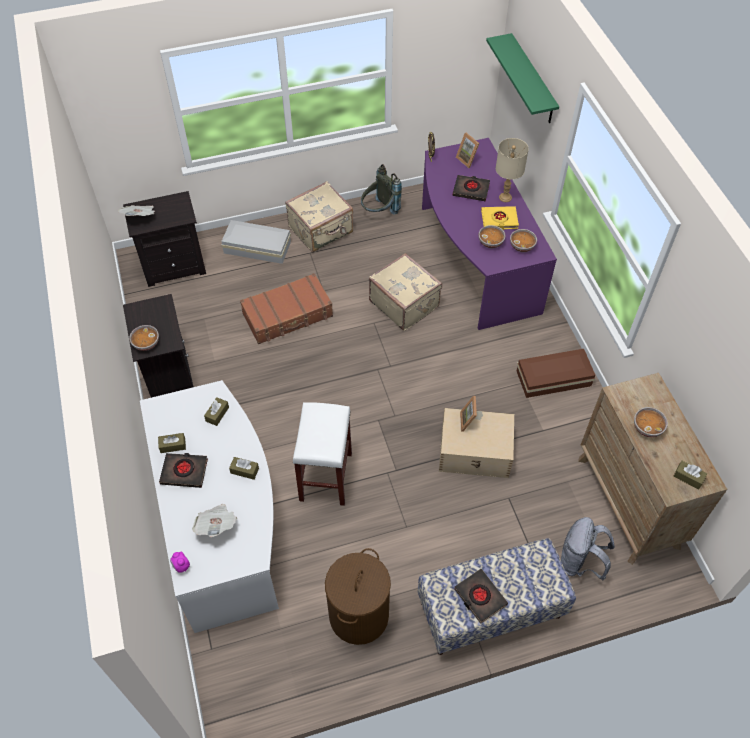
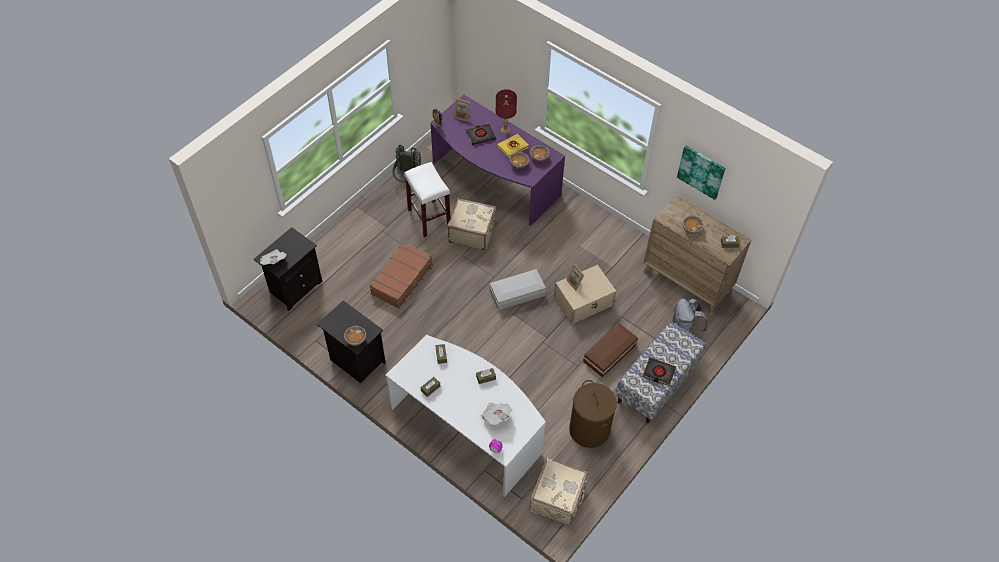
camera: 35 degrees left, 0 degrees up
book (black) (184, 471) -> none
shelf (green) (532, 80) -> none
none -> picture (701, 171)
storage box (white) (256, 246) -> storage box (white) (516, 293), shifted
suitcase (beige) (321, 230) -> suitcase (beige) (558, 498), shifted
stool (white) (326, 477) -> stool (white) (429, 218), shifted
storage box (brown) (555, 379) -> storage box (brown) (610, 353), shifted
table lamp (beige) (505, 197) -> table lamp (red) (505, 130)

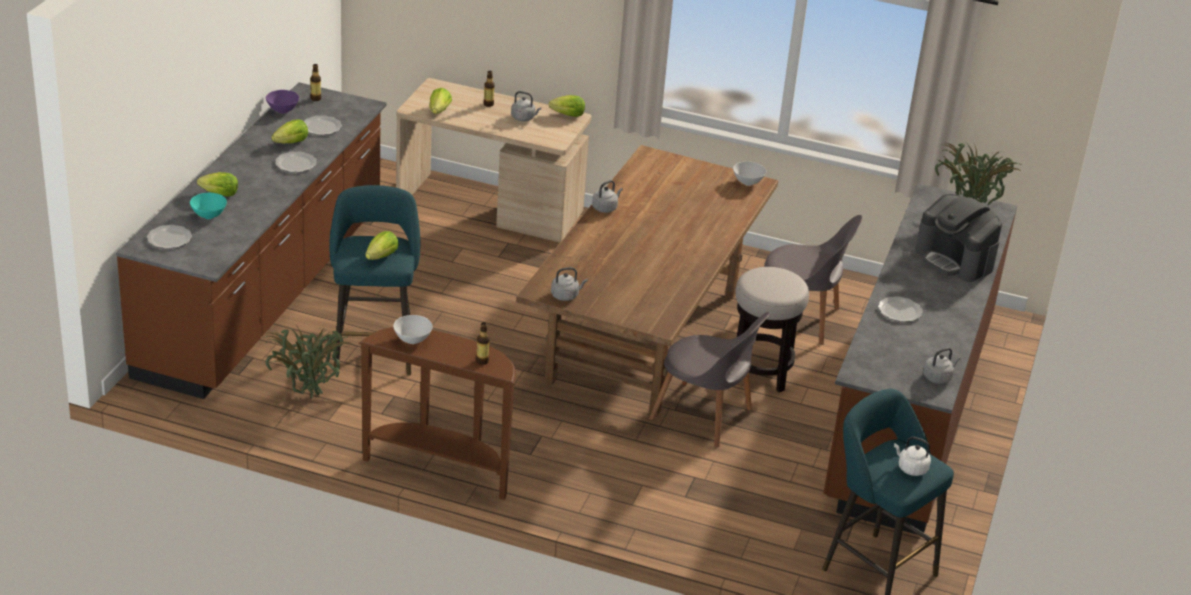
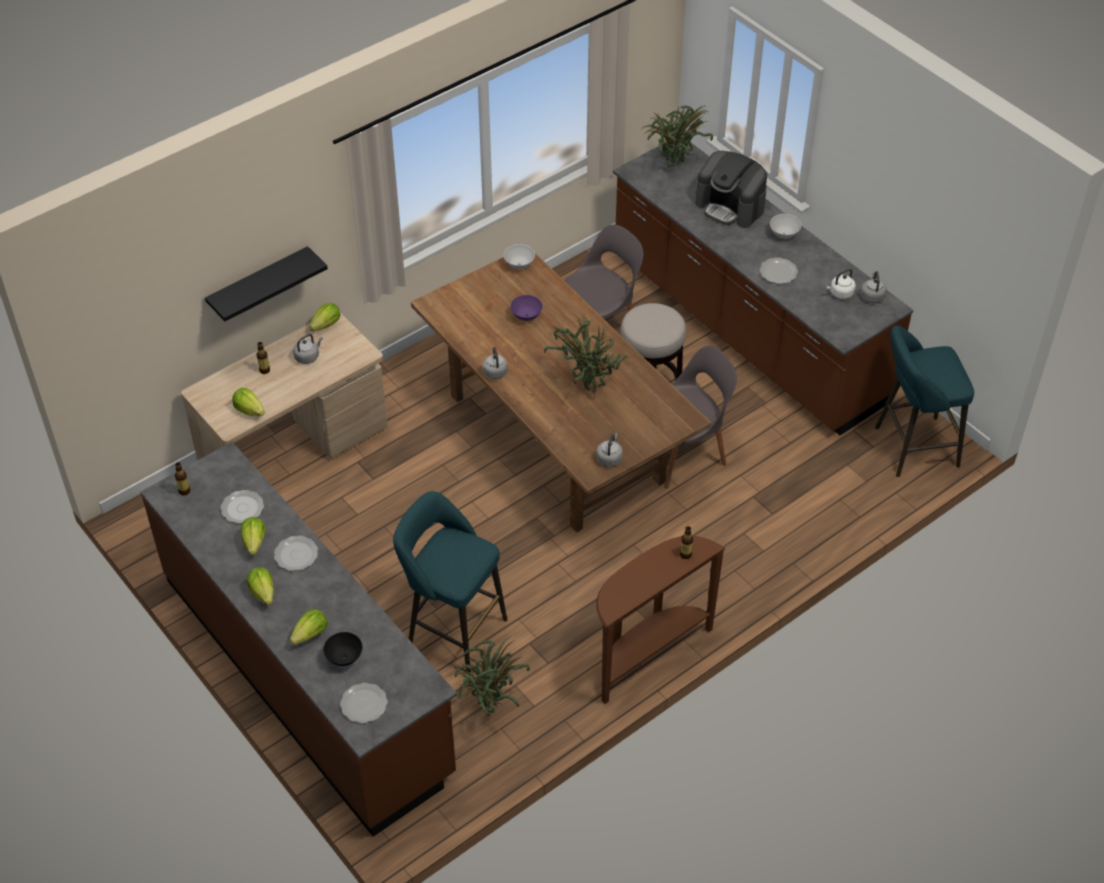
camera: 55 degrees left, 15 degrees up
none -> shelf (black) (259, 285)
none -> potted plant (587, 385)
bowl (purple) (282, 111) -> bowl (purple) (526, 317), shifted
lettuce (382, 256) -> lettuce (263, 592), shifted
bowl (white) (412, 340) -> bowl (white) (783, 235), shifted
kettle (white) (911, 468) -> kettle (white) (840, 293), shifted
bowl (turquoise) (209, 216) -> bowl (black) (344, 657)
coffee machine (955, 259) -> coffee machine (730, 206), 45 degrees clockwise

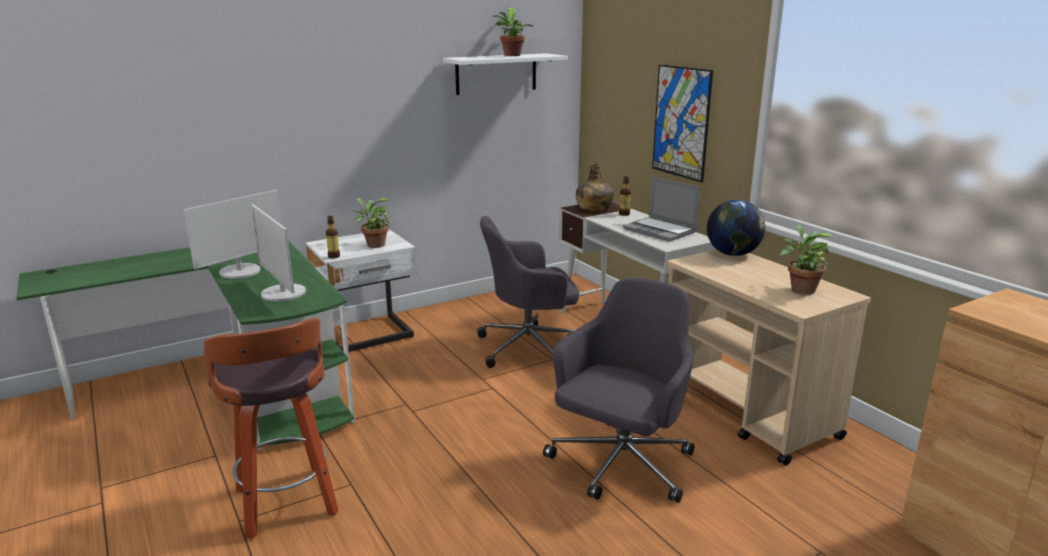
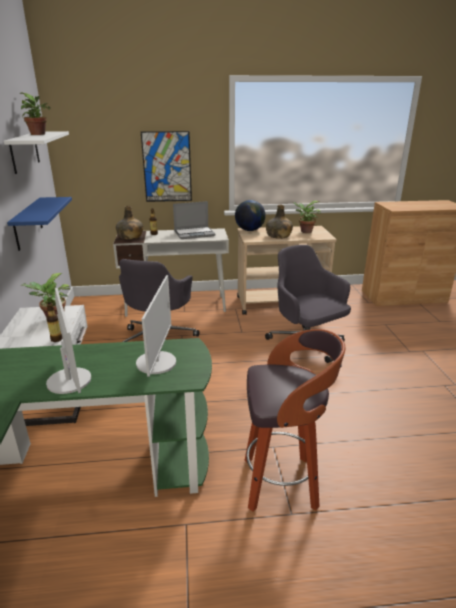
camera: 65 degrees left, 5 degrees up
none -> shelf (blue) (28, 223)
none -> bottle (green) (278, 236)
monitor (283, 293) -> monitor (157, 363), 75 degrees counterclockwise

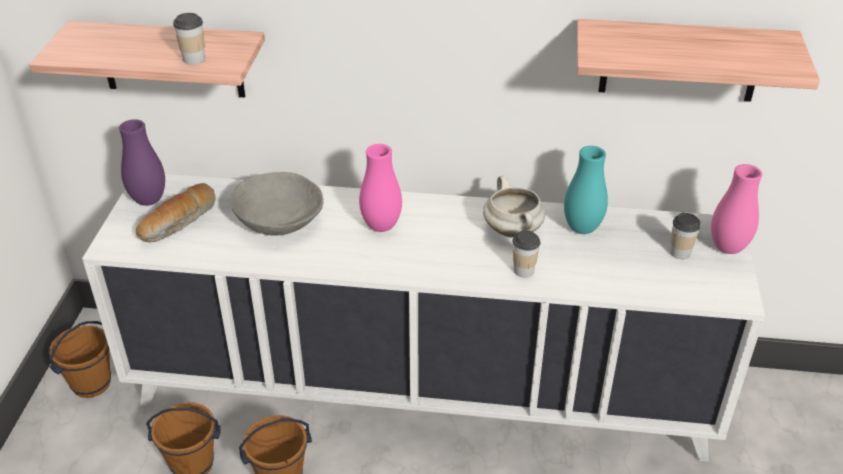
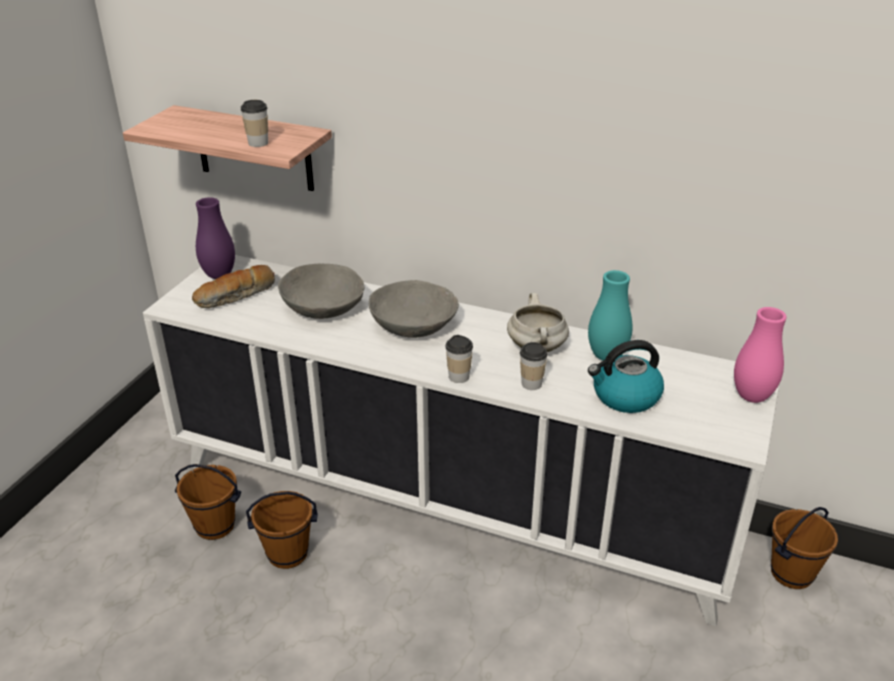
camera: 15 degrees right, 5 degrees down
shelf (680, 60) -> none
none -> kettle (625, 396)
bucket (brown) (91, 383) -> bucket (brown) (791, 573), shifted
cup (680, 252) -> cup (459, 377), shifted
vase (pink) (381, 226) -> bowl (grey) (413, 326)

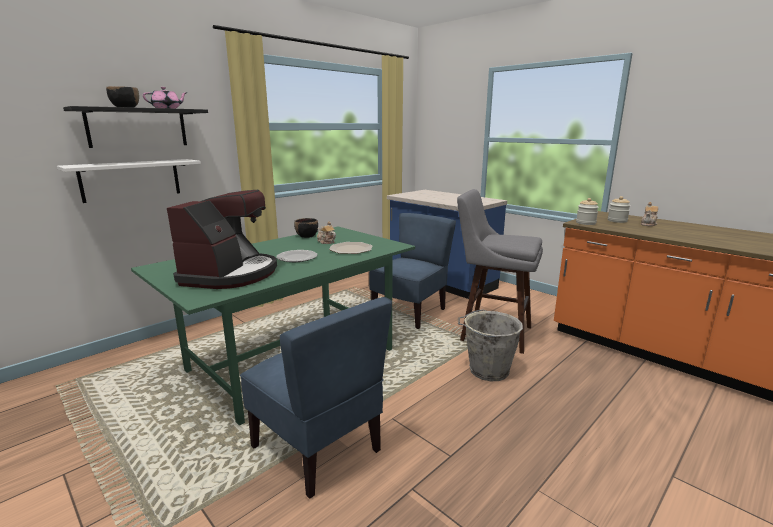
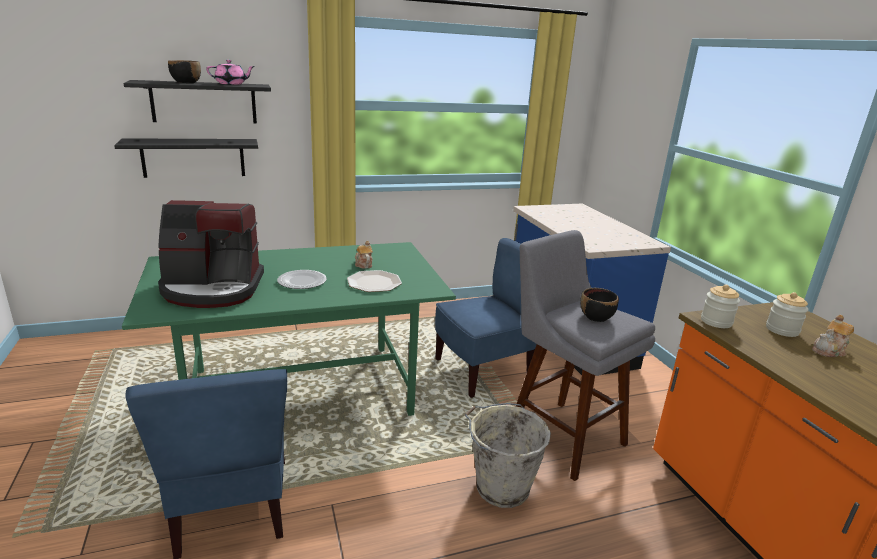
camera: 25 degrees right, 5 degrees up
bowl (black) (307, 236) -> bowl (black) (596, 317), shifted
shelf (white) (131, 180) -> shelf (black) (193, 157)
coffee machine (231, 274) -> coffee machine (213, 289), 45 degrees clockwise

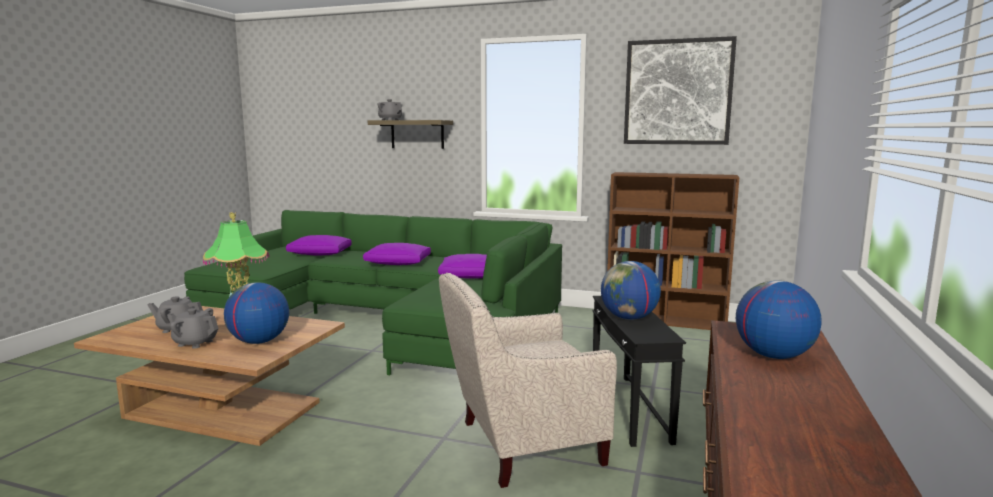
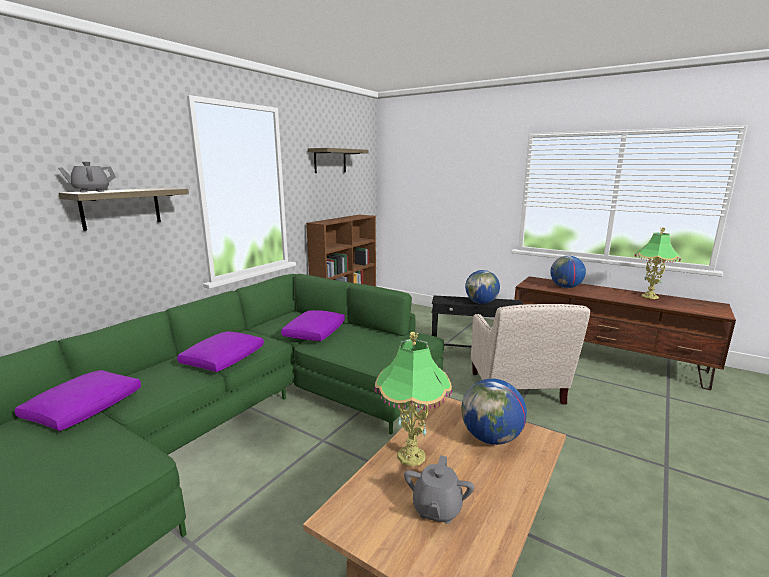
camera: 75 degrees left, 5 degrees up
teapot (grey) (195, 343) -> none
none -> table lamp (649, 296)
picture (677, 92) -> shelf (330, 161)

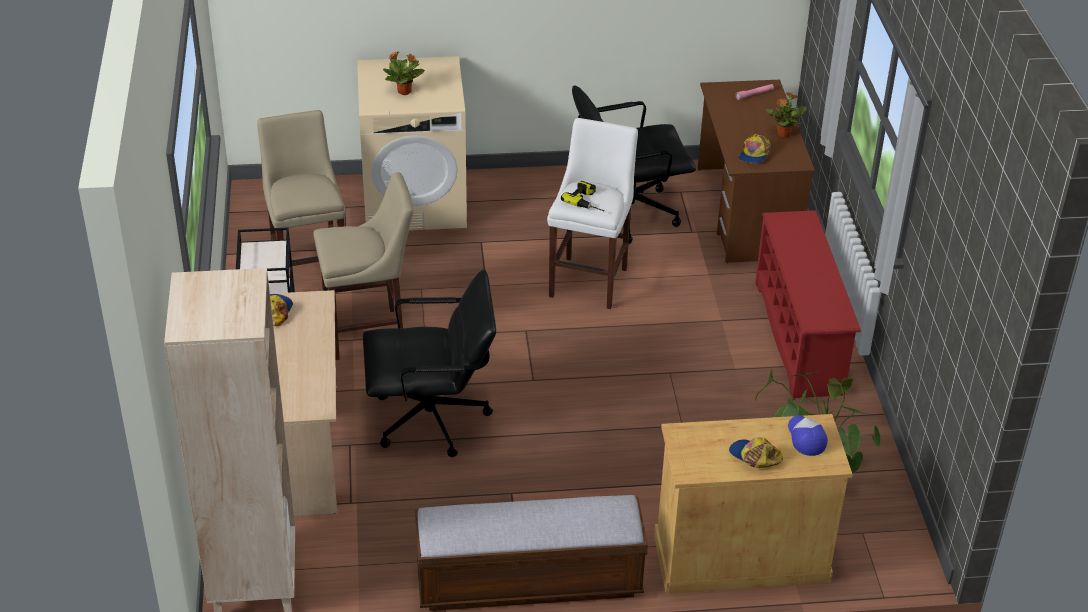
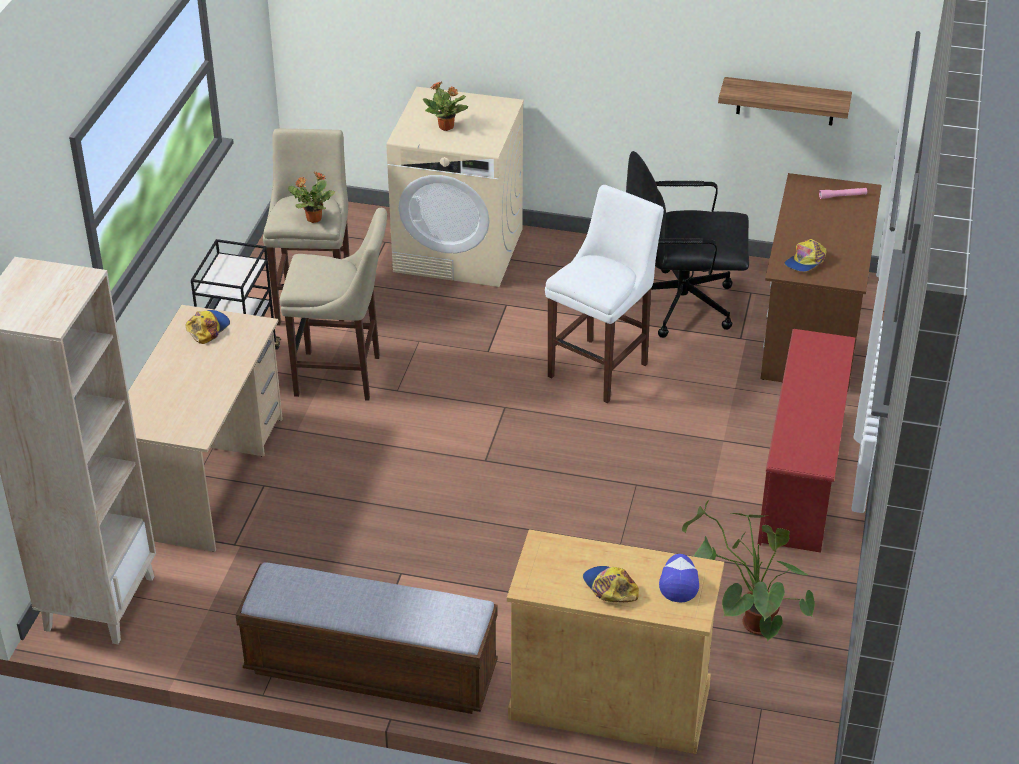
camera: 20 degrees right, 0 degrees up
office chair (black) (432, 420) -> none
power drill (588, 201) -> none
none -> shelf (785, 101)
potted plant (783, 134) -> potted plant (313, 218), shifted

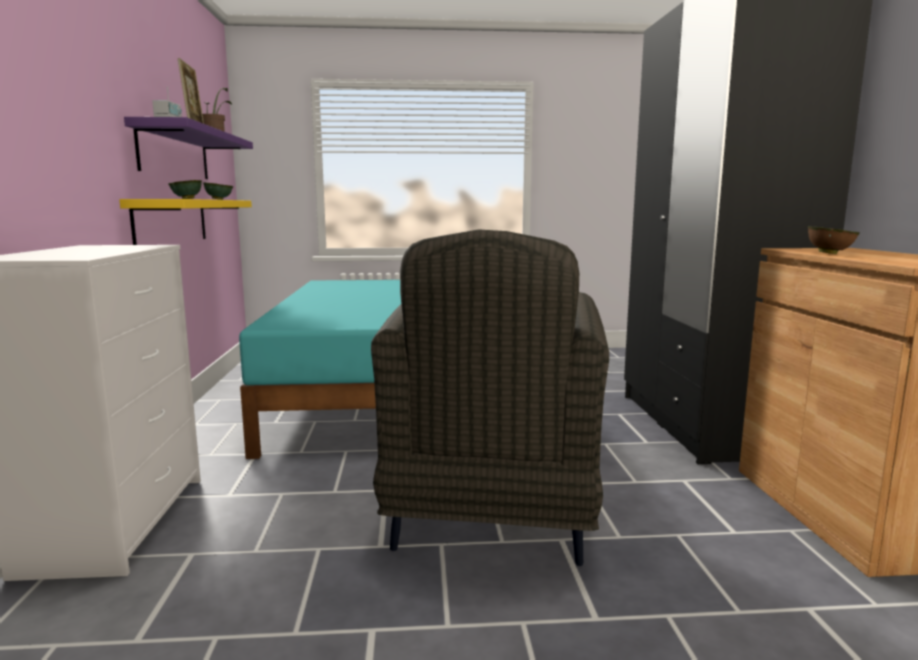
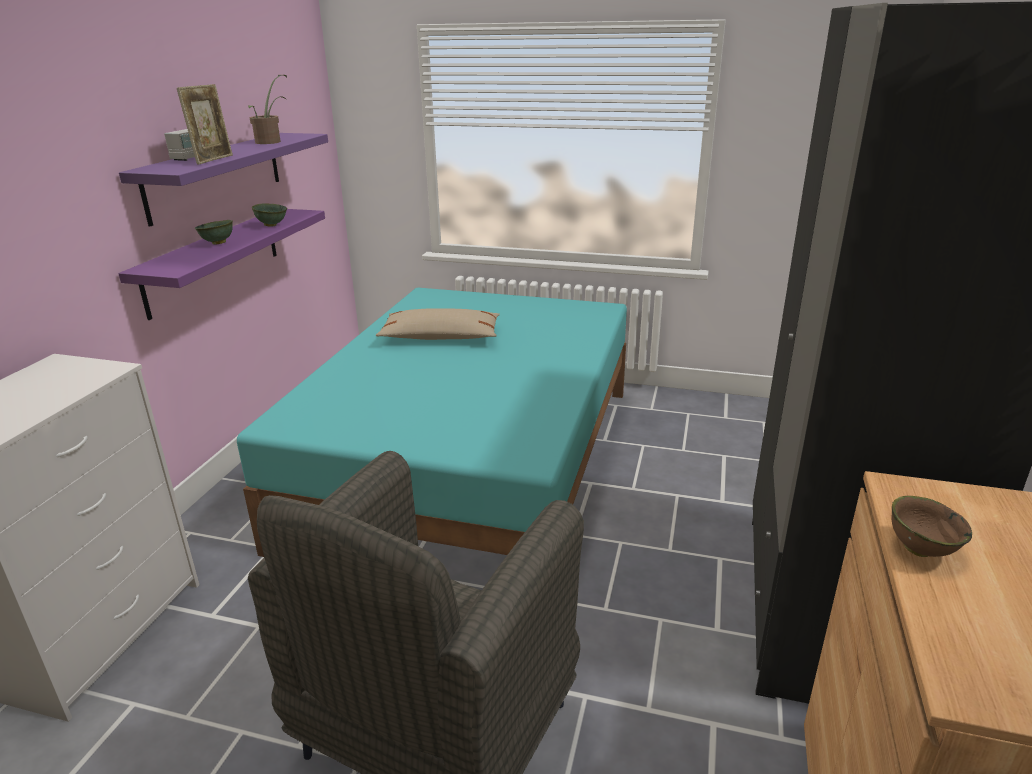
camera: 20 degrees right, 15 degrees up
none -> pillow (beige) (440, 337)
shelf (yellow) (172, 221) -> shelf (purple) (214, 260)

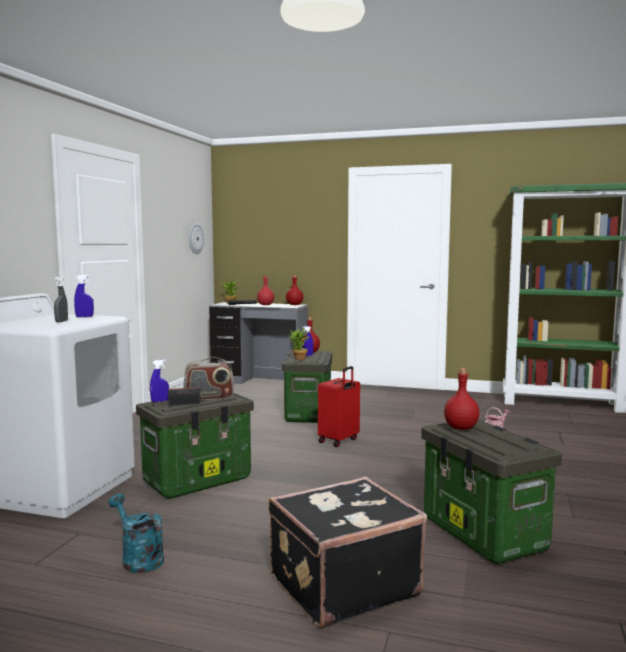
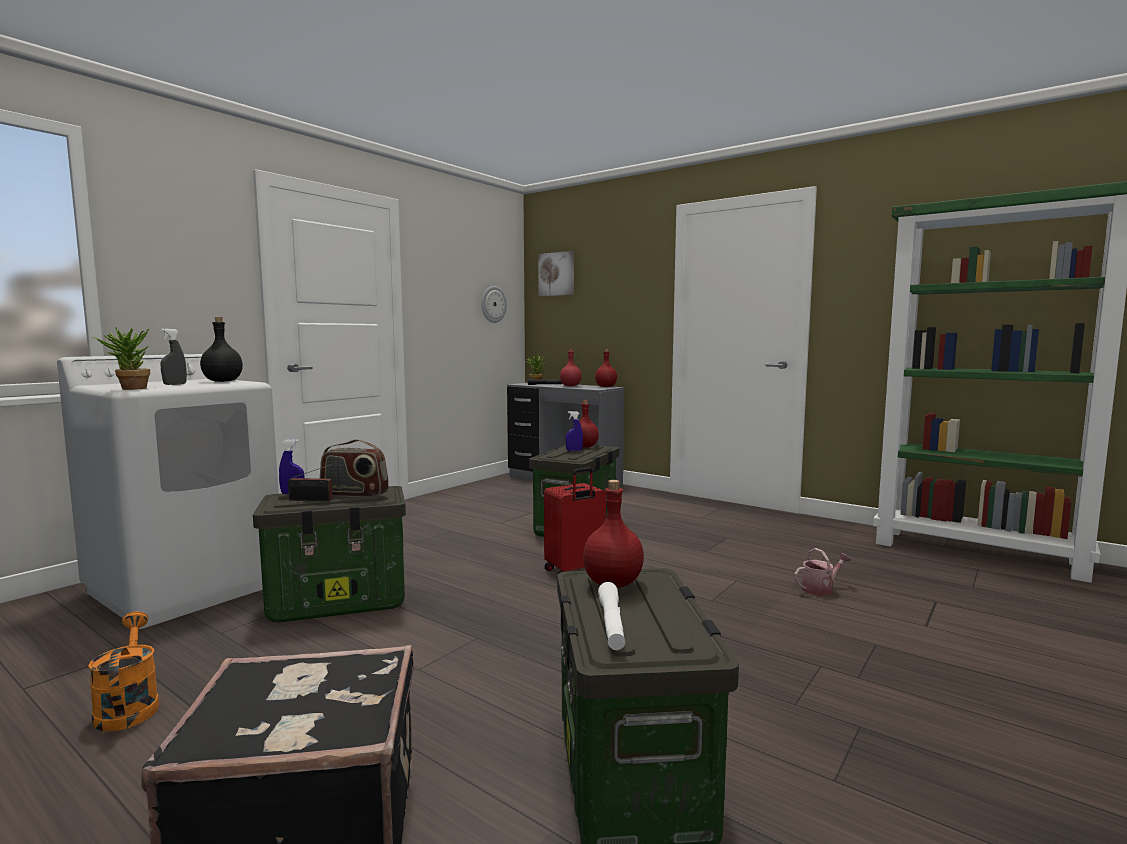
camera: 20 degrees right, 0 degrees up
none -> picture (557, 274)
none -> flashlight (white) (611, 624)
potted plant (298, 359) -> potted plant (129, 389), shifted
spray bottle (blue) (84, 317) -> bottle (black) (223, 381)
watering can (turquoise) (138, 558) -> watering can (orange) (128, 707)

